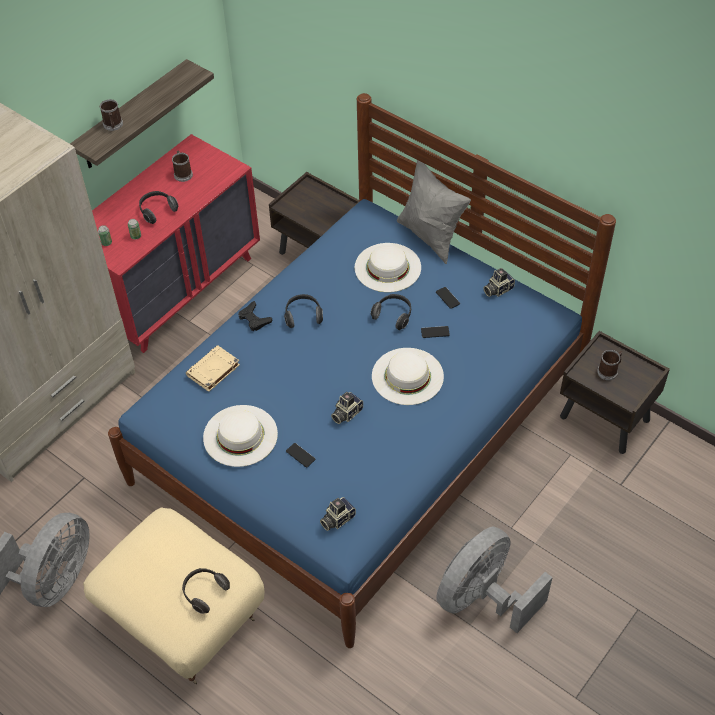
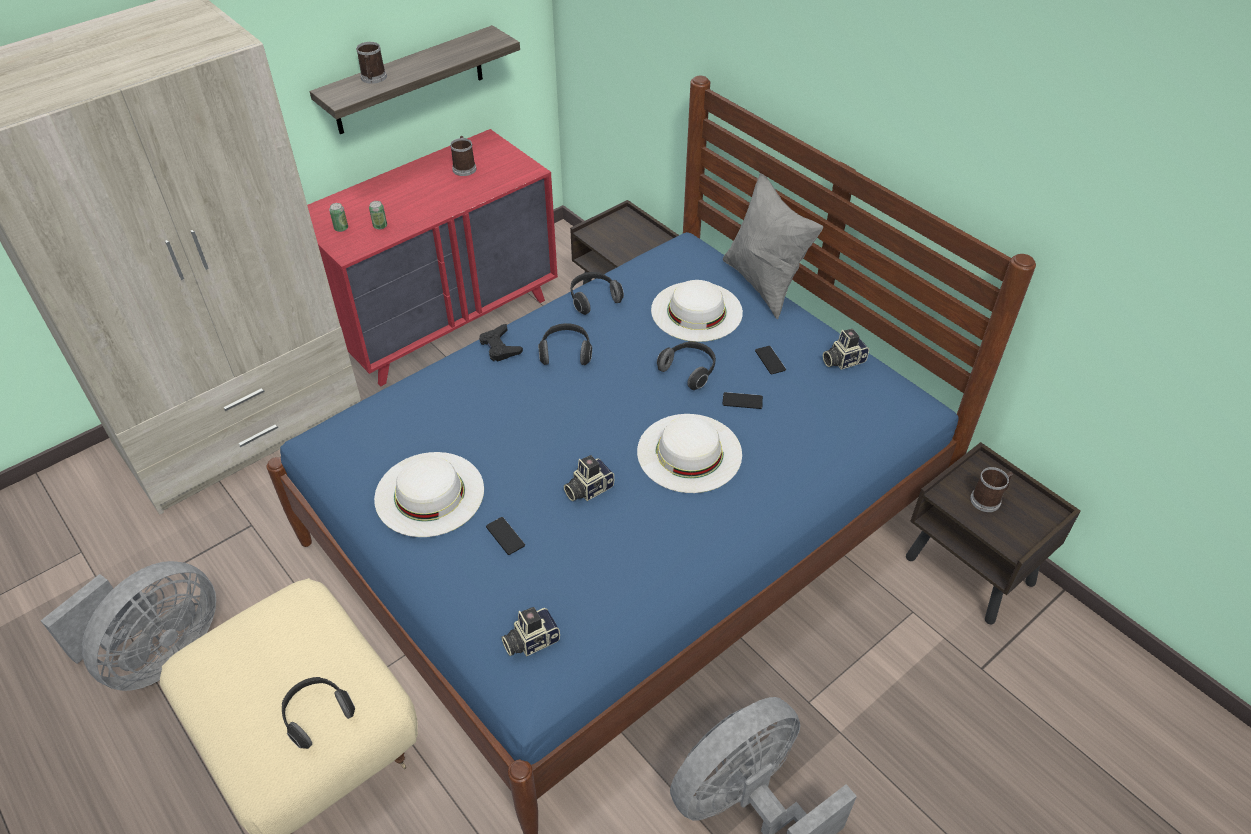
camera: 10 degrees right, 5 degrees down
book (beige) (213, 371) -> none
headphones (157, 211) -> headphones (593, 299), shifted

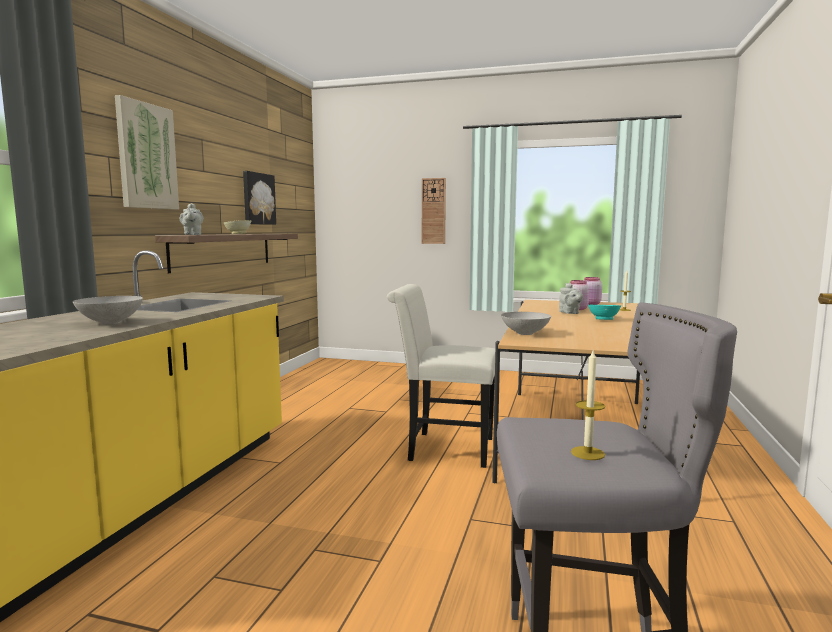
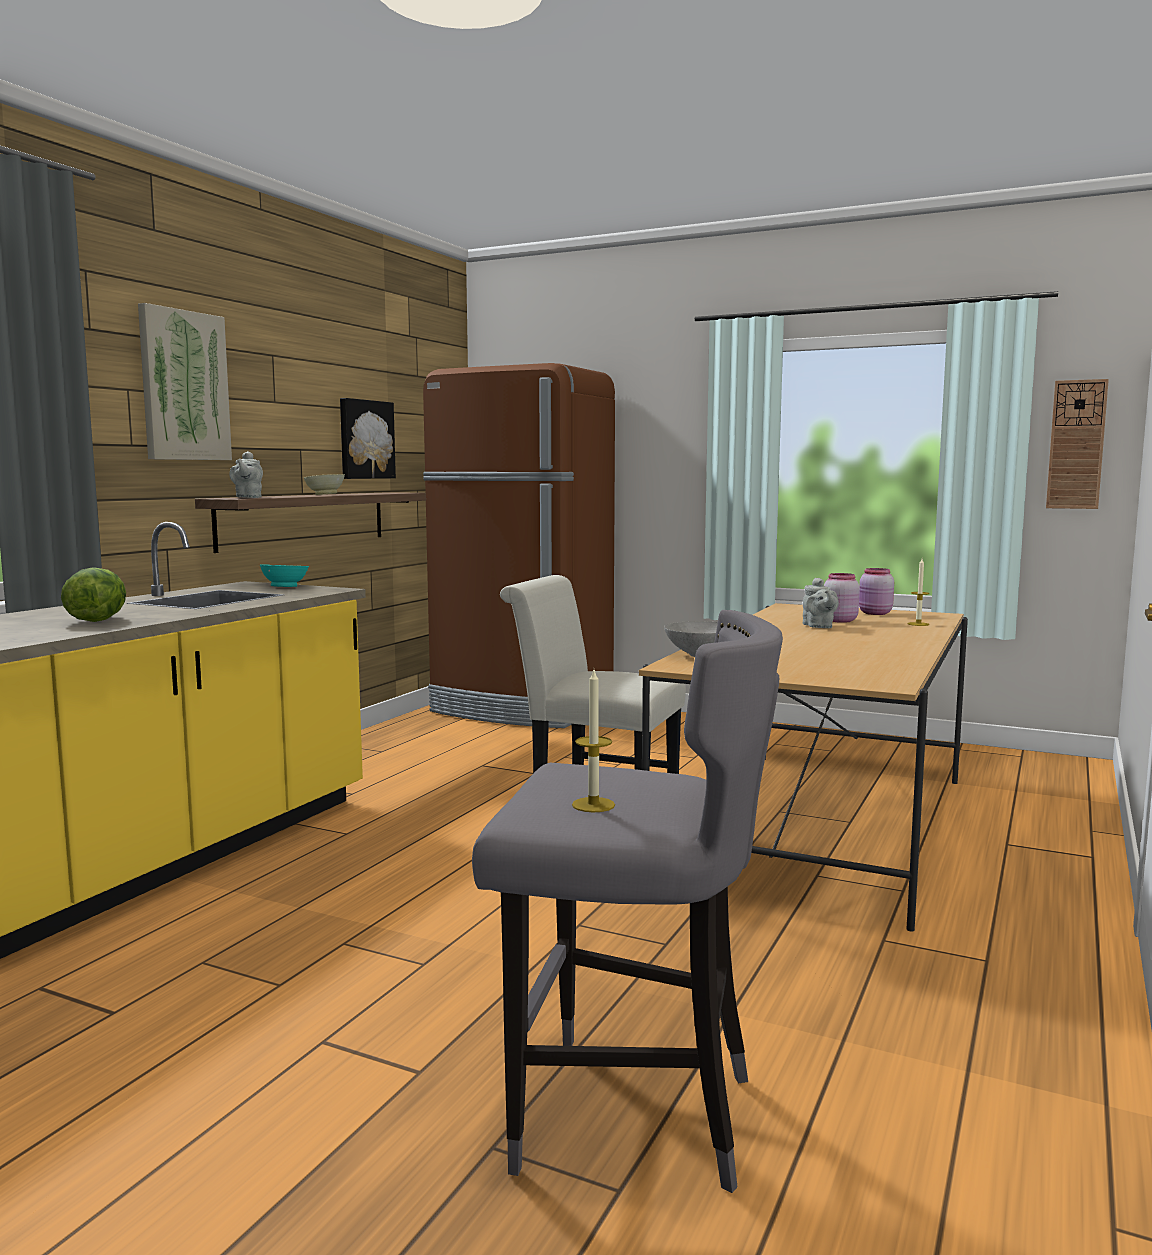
camera: 10 degrees right, 0 degrees up
none -> fridge (brown) (522, 709)
wall clock (433, 211) -> wall clock (1076, 444), shifted
bowl (turquoise) (604, 319) -> bowl (turquoise) (286, 587), shifted
bowl (grey) (109, 322) -> lettuce (97, 620)

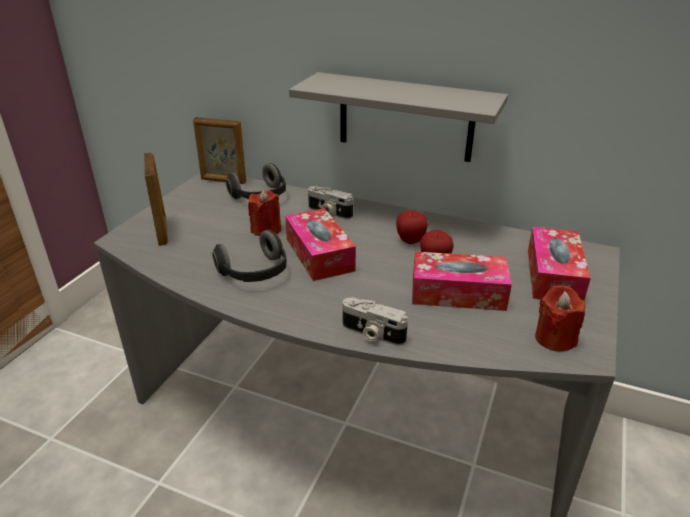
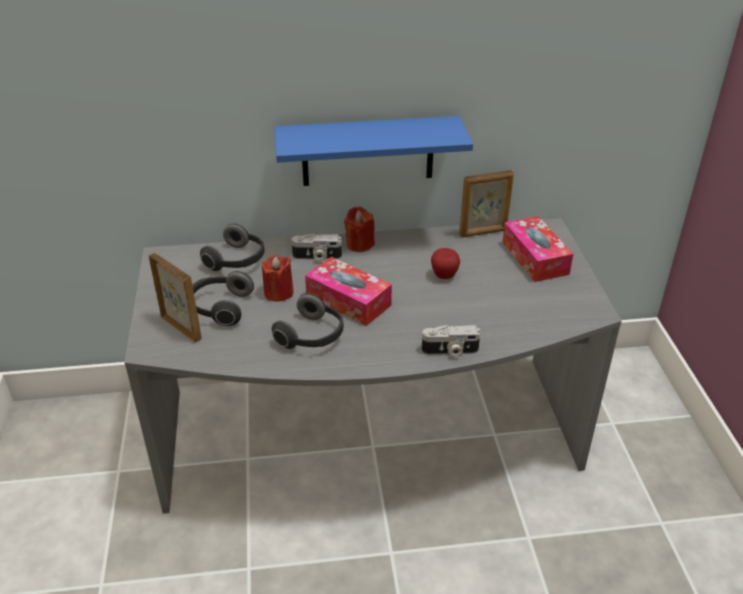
camera: 30 degrees left, 5 degrees up
apple (410, 241) -> none
tissue box (457, 293) -> none
none -> headphones (220, 308)
picture frame (223, 181) -> picture frame (483, 232), shifted
candle (red) (555, 338) -> candle (red) (359, 244), shifted
shelf (grey) (405, 117) -> shelf (blue) (367, 151)

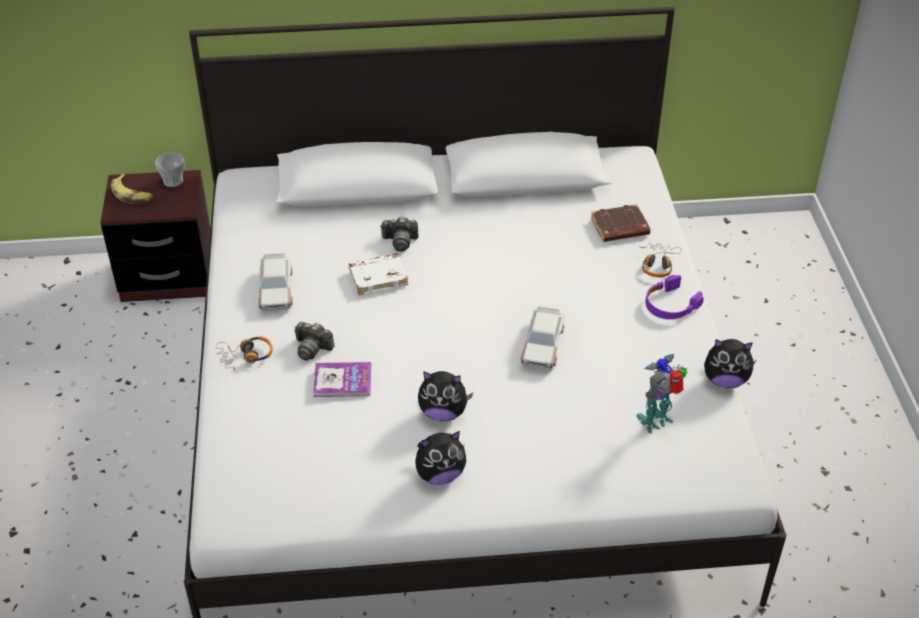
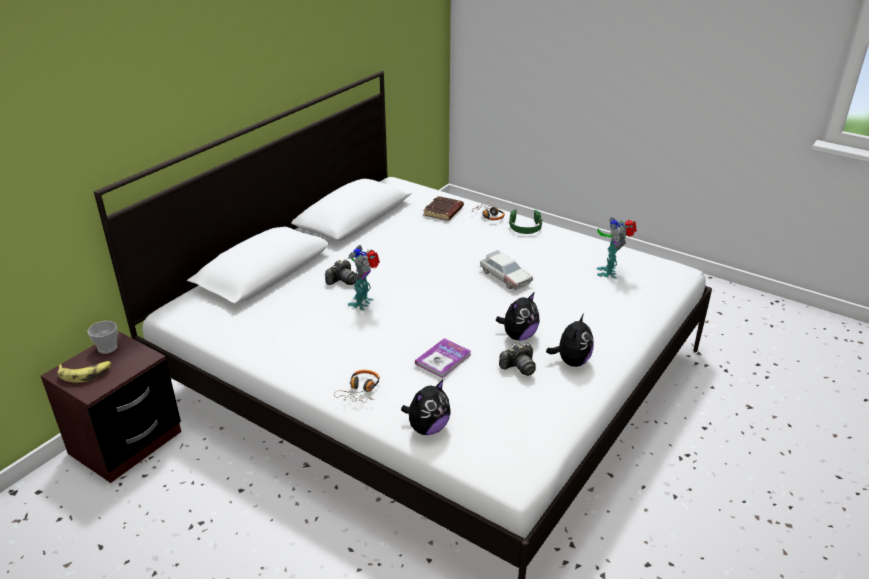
camera: 50 degrees left, 10 degrees down
toy car (276, 289) -> none
photo camera (312, 348) -> photo camera (519, 367), shifted
plush toy (725, 380) -> plush toy (427, 428), shifted
book (white) (378, 277) -> toy robot (363, 302)
headphones (purple) (670, 305) -> headphones (green) (525, 227)

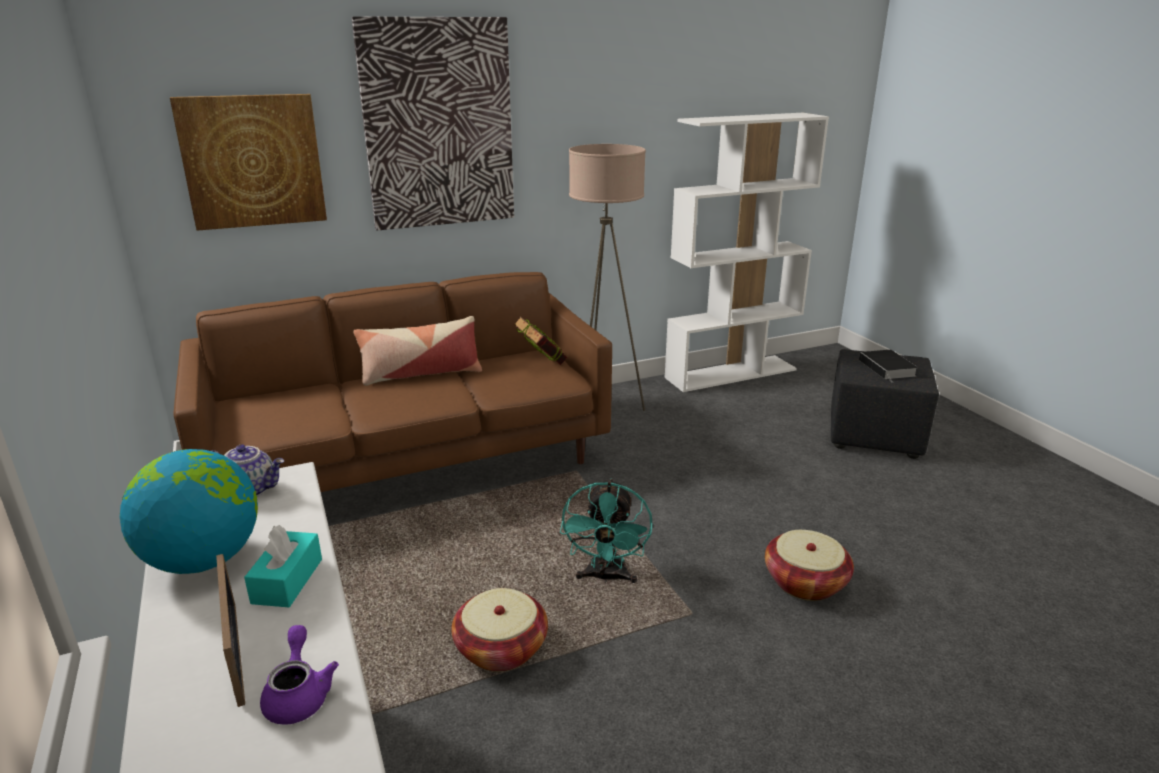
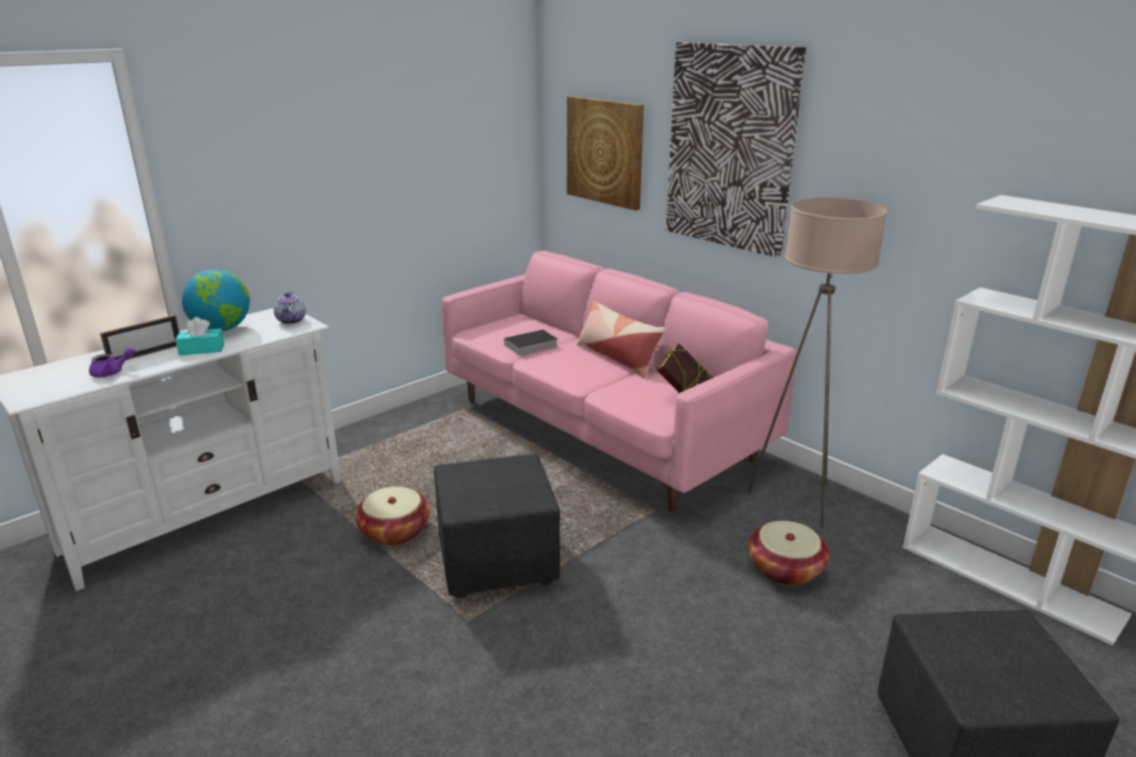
camera: 70 degrees right, 0 degrees up
basket (805, 582) -> basket (785, 569), shifted
book (888, 368) -> book (529, 346), shifted
fan (turquoise) (606, 577) -> ottoman (black) (498, 562)
sofa (brown) (411, 465) -> sofa (pink) (601, 430)

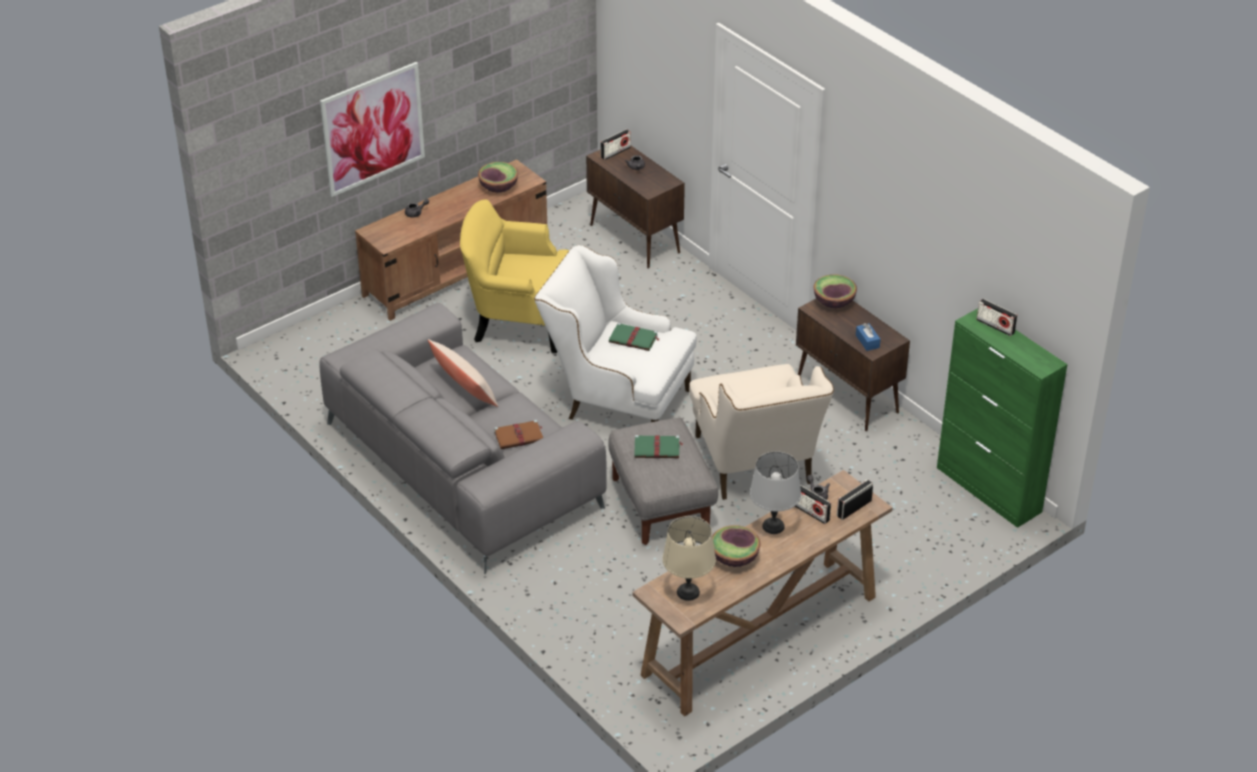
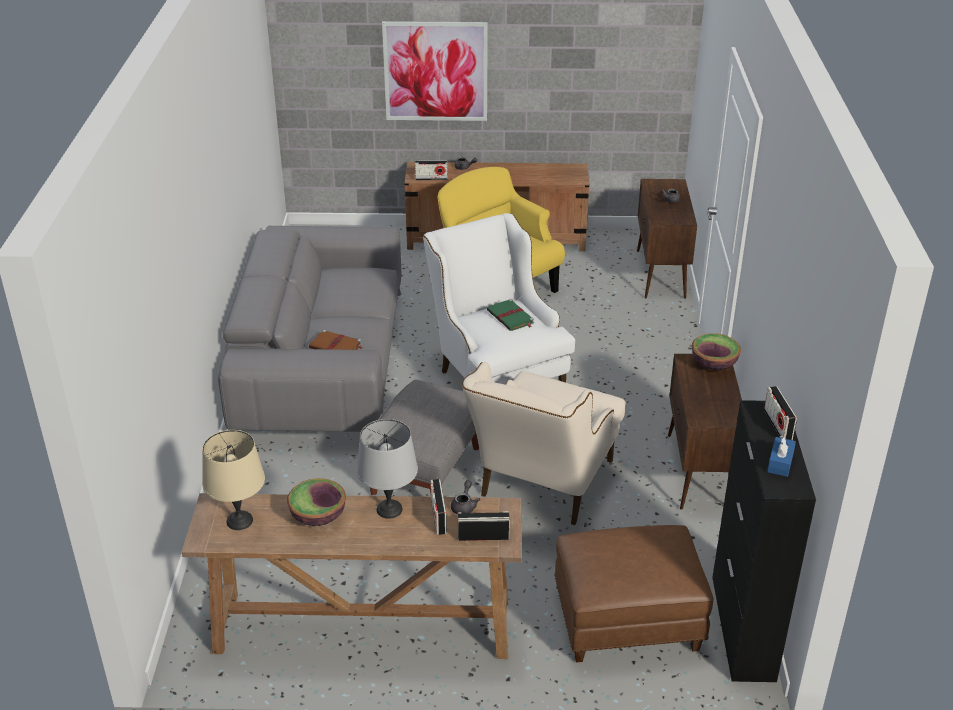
camera: 40 degrees right, 5 degrees down
pillow (beige) (463, 388) -> none
bowl (498, 187) -> none
book (green) (657, 449) -> none
none -> ottoman (brown) (626, 621)
radio (615, 152) -> radio (431, 178), shifted
tissue box (blue) (867, 341) -> tissue box (blue) (780, 463), shifted
cabinet (green) (989, 490) -> cabinet (black) (742, 628)

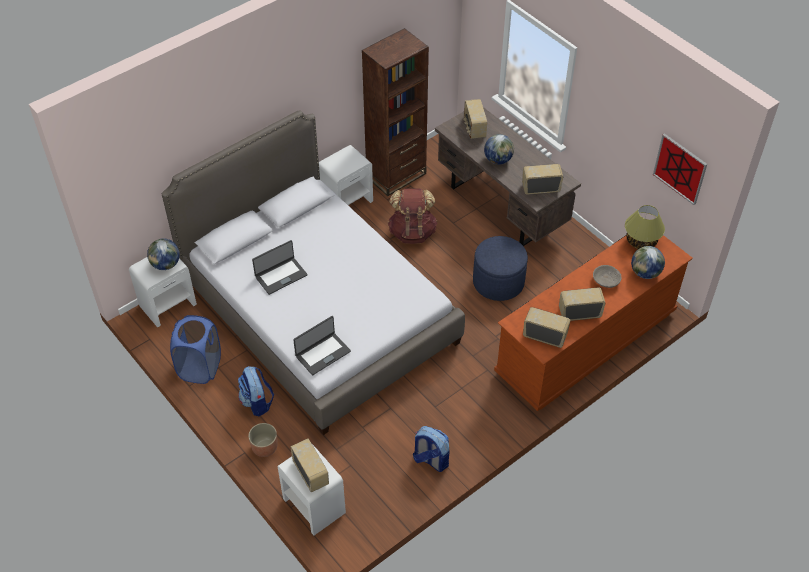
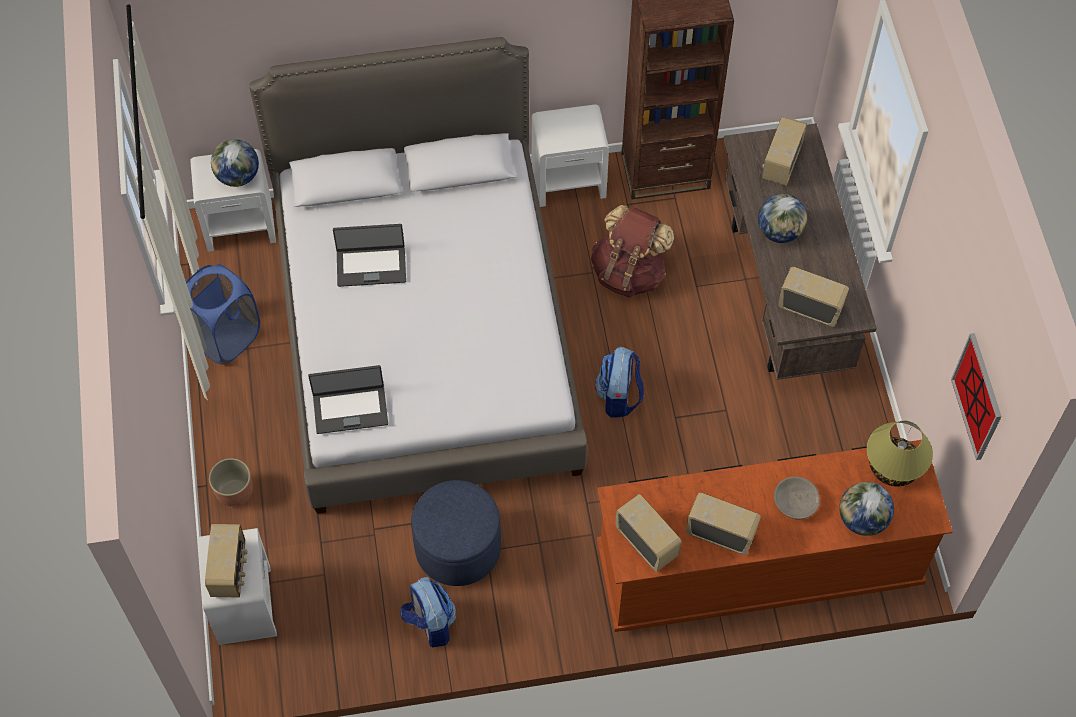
camera: 30 degrees right, 10 degrees up
backpack (257, 402) -> backpack (619, 397), shifted
ottoman (blue) (498, 282) -> ottoman (blue) (458, 547), shifted

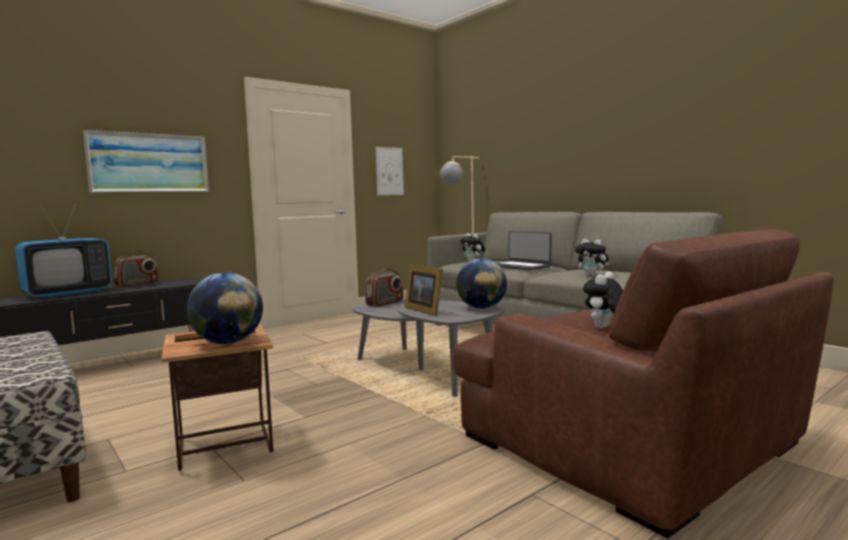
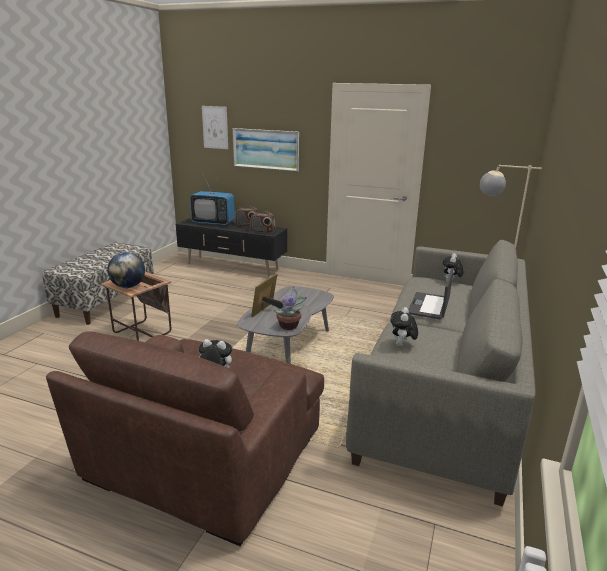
camera: 60 degrees right, 15 degrees up
radio (385, 304) -> radio (262, 231), shifted
picture (389, 171) -> picture (215, 127), shifted
globe (481, 308) -> potted plant (290, 326)

